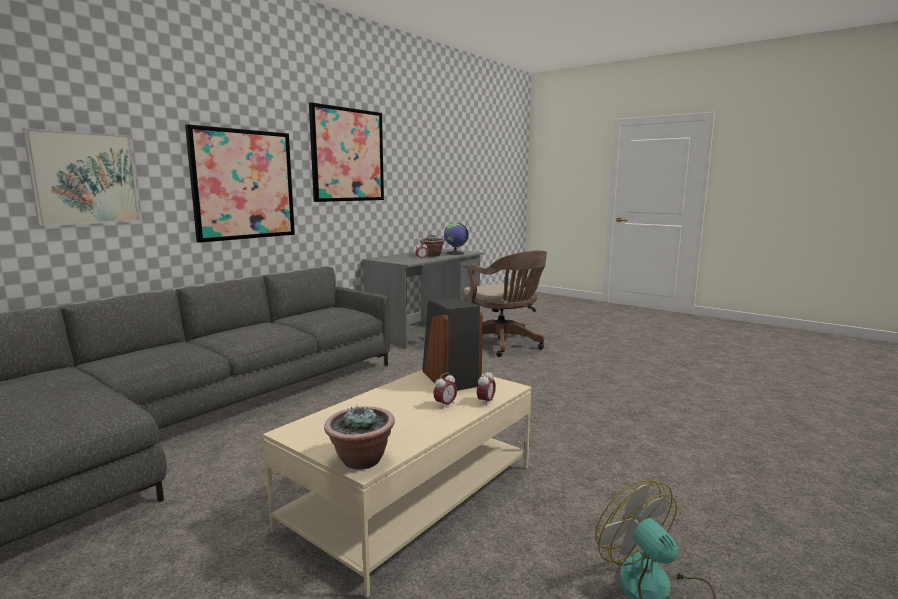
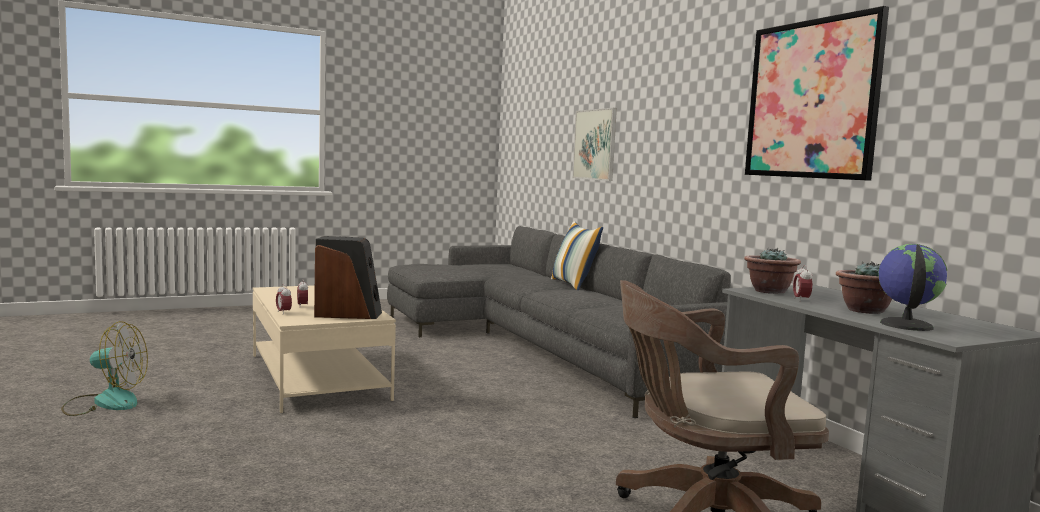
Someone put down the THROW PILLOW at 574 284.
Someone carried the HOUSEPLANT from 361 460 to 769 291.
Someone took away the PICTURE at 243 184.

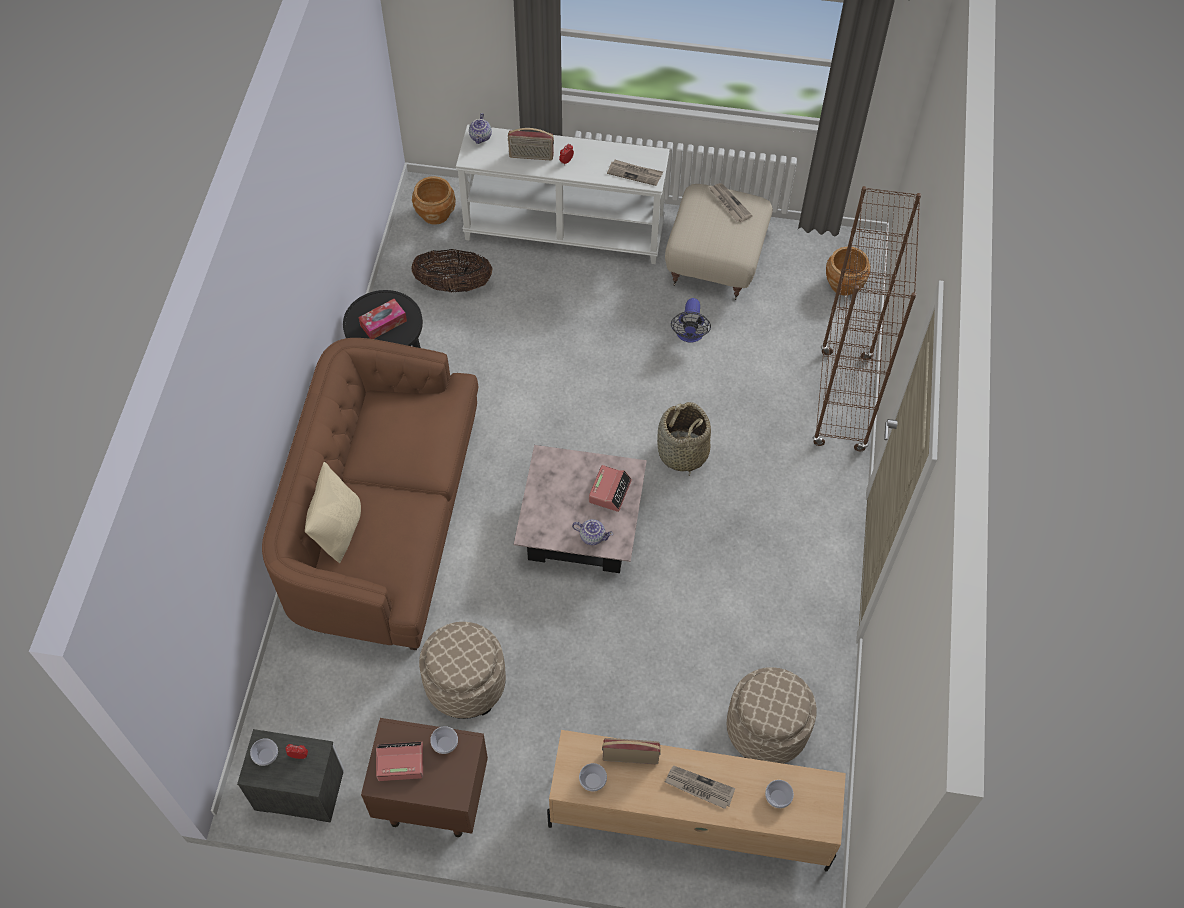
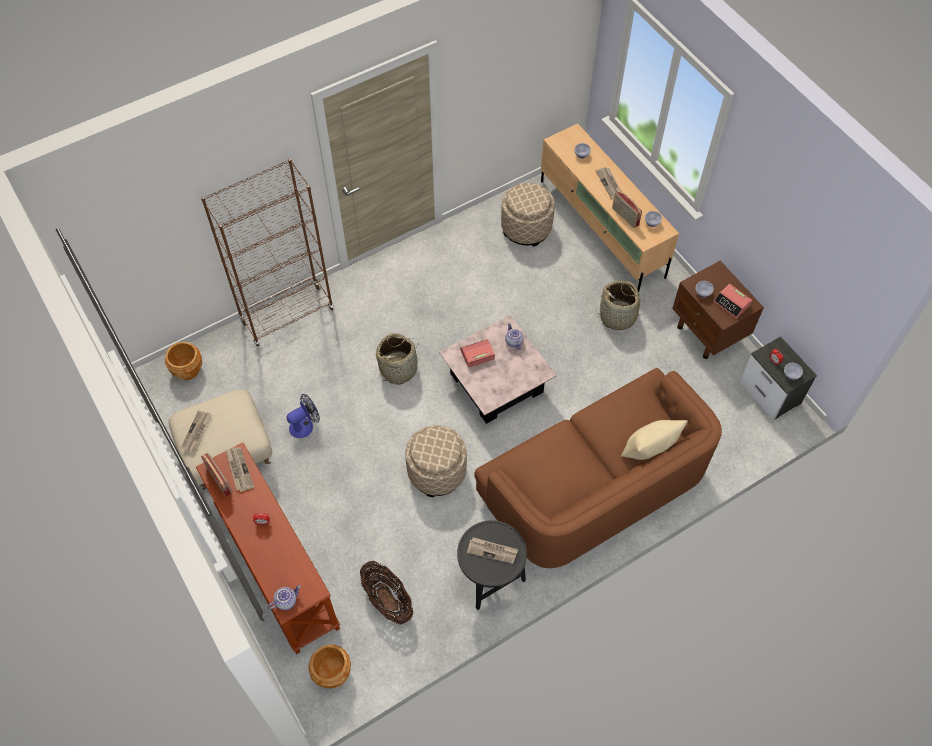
Someone repainted the WHITISH CONSOLE TABLE at 565 231, which became the BROWN CONSOLE TABLE at 276 567.
Someone carried the RADIO RECEIVER from 531 156 to 220 480.
Someone carried the BEIGE-COLOURED OTTOMAN from 465 683 to 437 472.
Someone swapped the TISSUE BOX at 383 323 for the DAILY PAPER at 492 551.
Someone put down the STORAGE BASKET at 618 317.

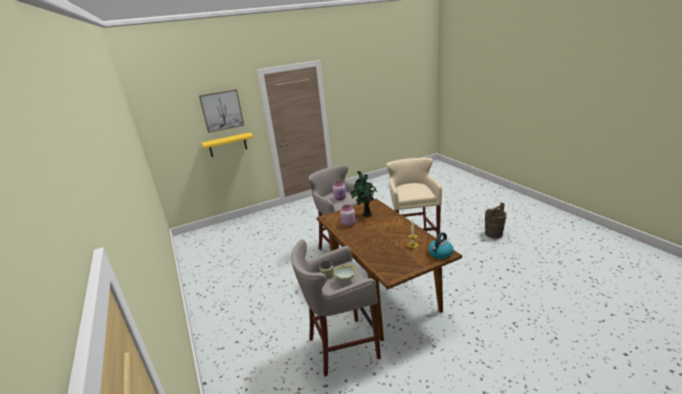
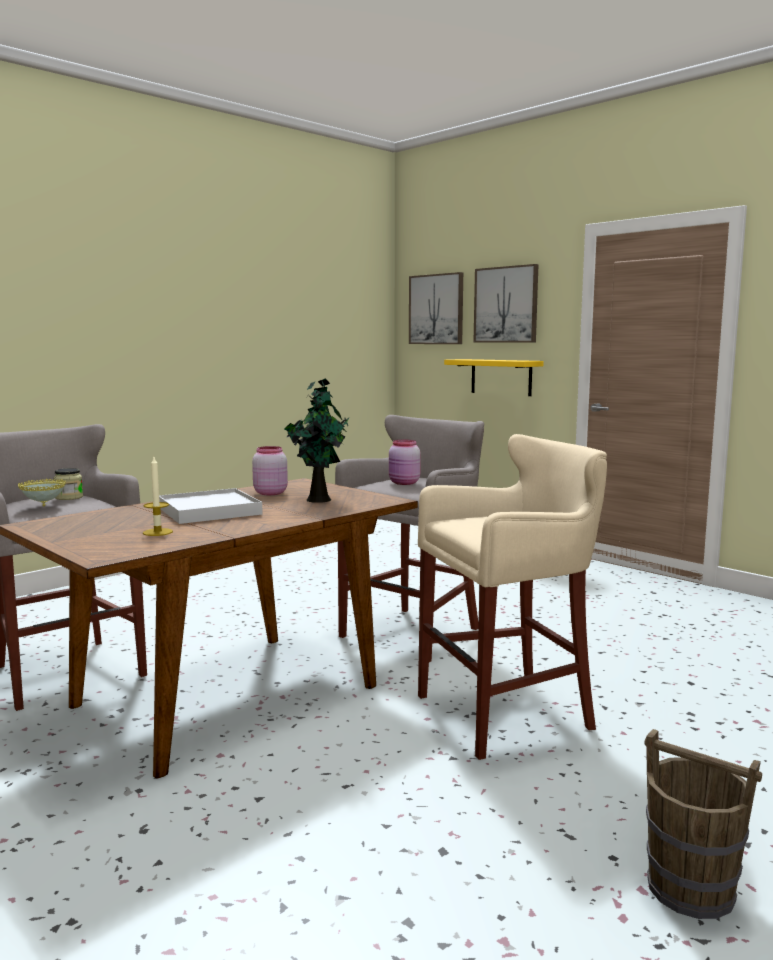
Someone put down the WHITISH TRAY at 209 511.
Someone put up the PICTURE at 436 309.
Someone took away the KETTLE at 440 254.

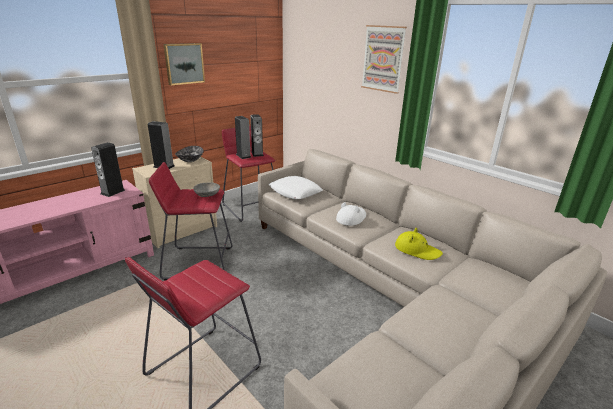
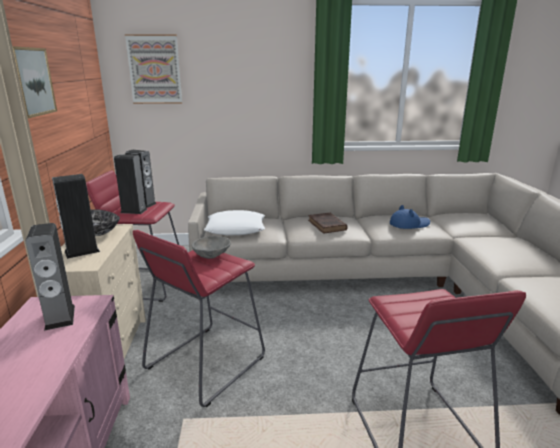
Someone carried the PICTURE from 383 59 to 154 69.
Someone swapped the WHITISH WEARABLE HAT at 351 218 for the BROWN BOUND BOOK at 327 225.
Someone repainted the YELLOW WEARABLE HAT at 417 250, which became the BLUE WEARABLE HAT at 409 224.

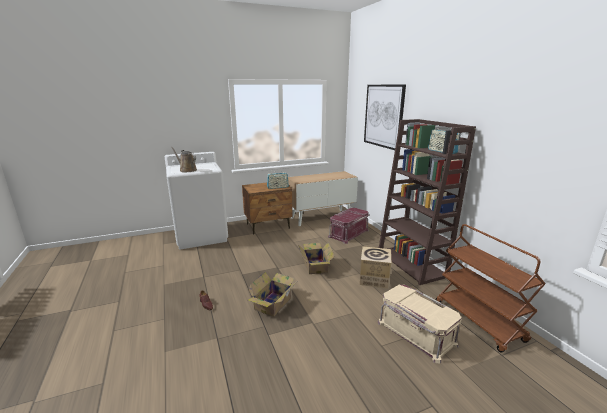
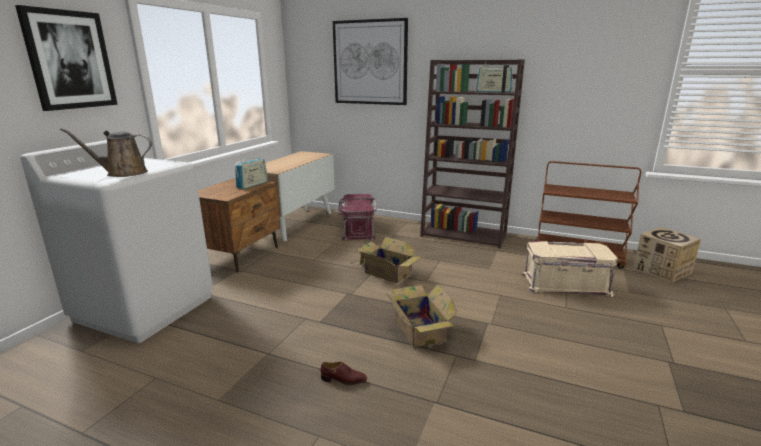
Someone put up the PICTURE at 70 60.
Someone carried the CARDBOARD BOX from 374 279 to 662 270.

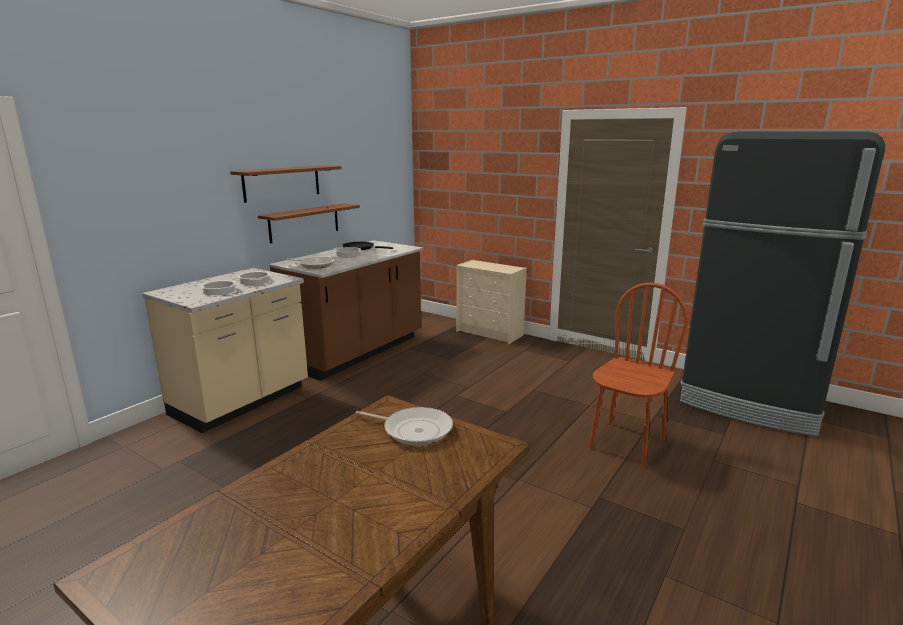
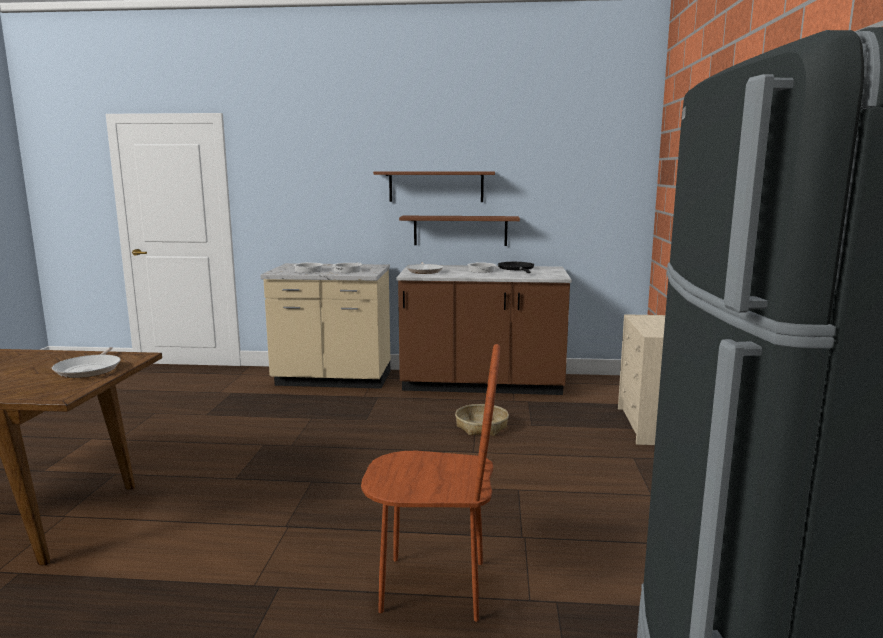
Someone put down the STORAGE BASKET at 481 427.

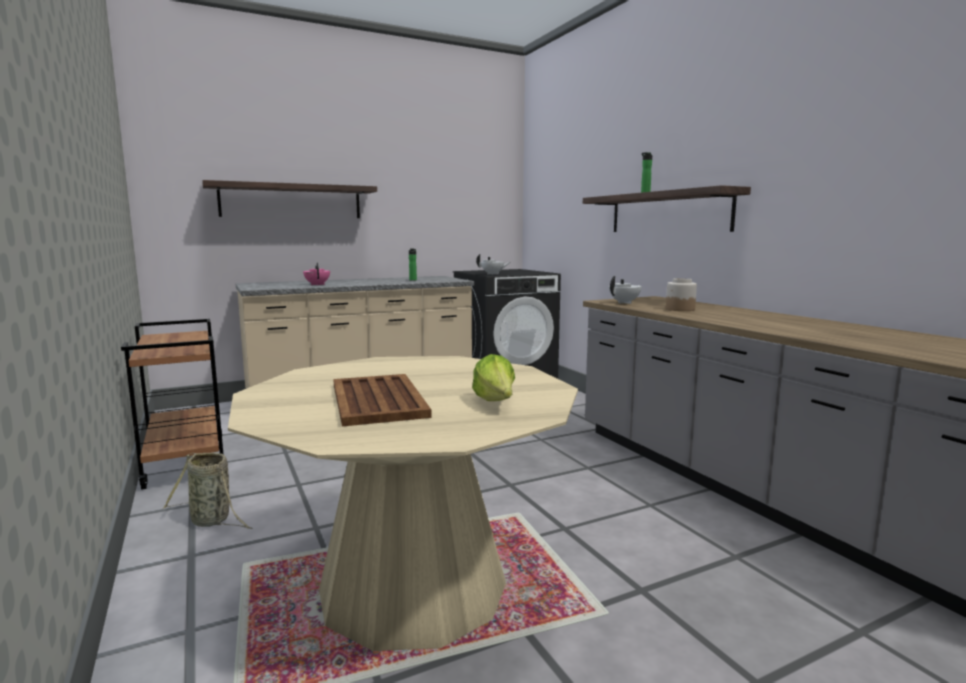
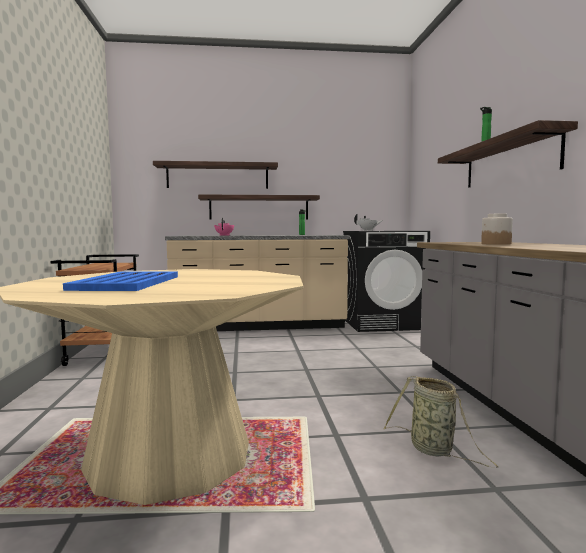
Someone repainted the BROWN TRAY at 377 400, which became the BLUE TRAY at 126 283.
Someone put up the BRACKET SHELF at 259 208.
Someone carried the STORAGE BASKET from 212 521 to 434 450.
Someone took away the LETTUCE at 496 403.
Someone took away the WHITISH TEAPOT at 625 302.

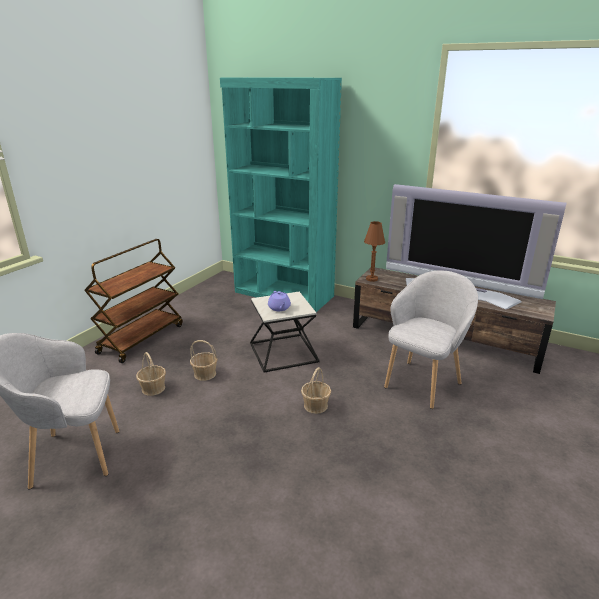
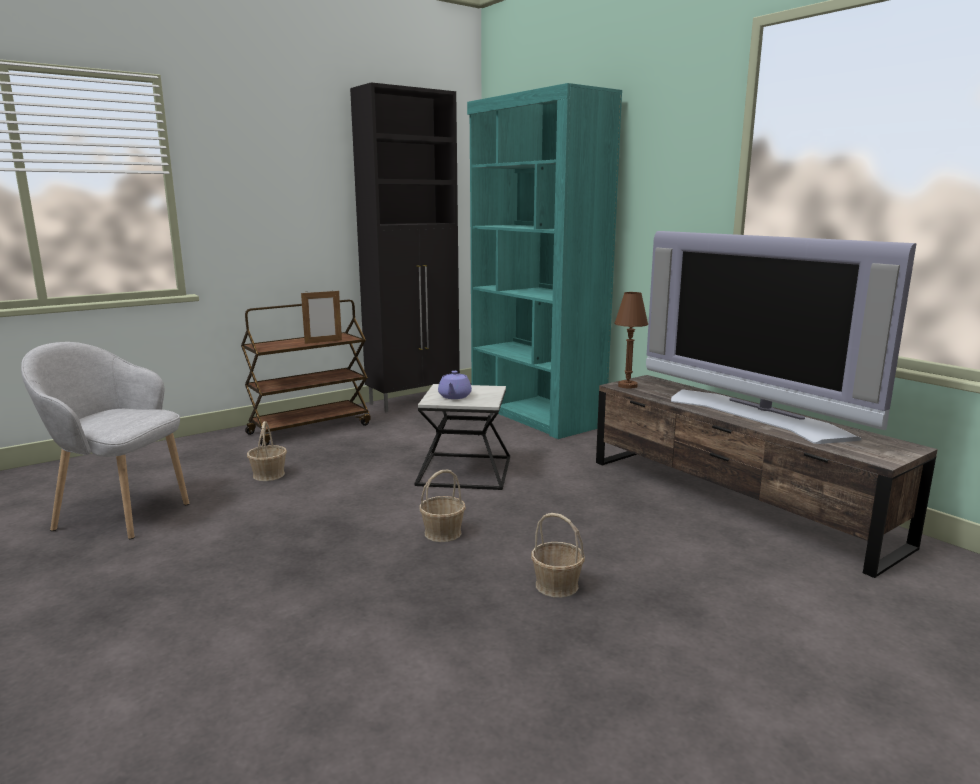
Someone put down the PHOTO FRAME at 323 342.
Someone put down the BLACK-COLOURED CUPBOARD at 414 401.
Someone carried the STORAGE BASKET from 205 374 to 557 586.
Someone took away the GREYISH ARMCHAIR at 423 383.

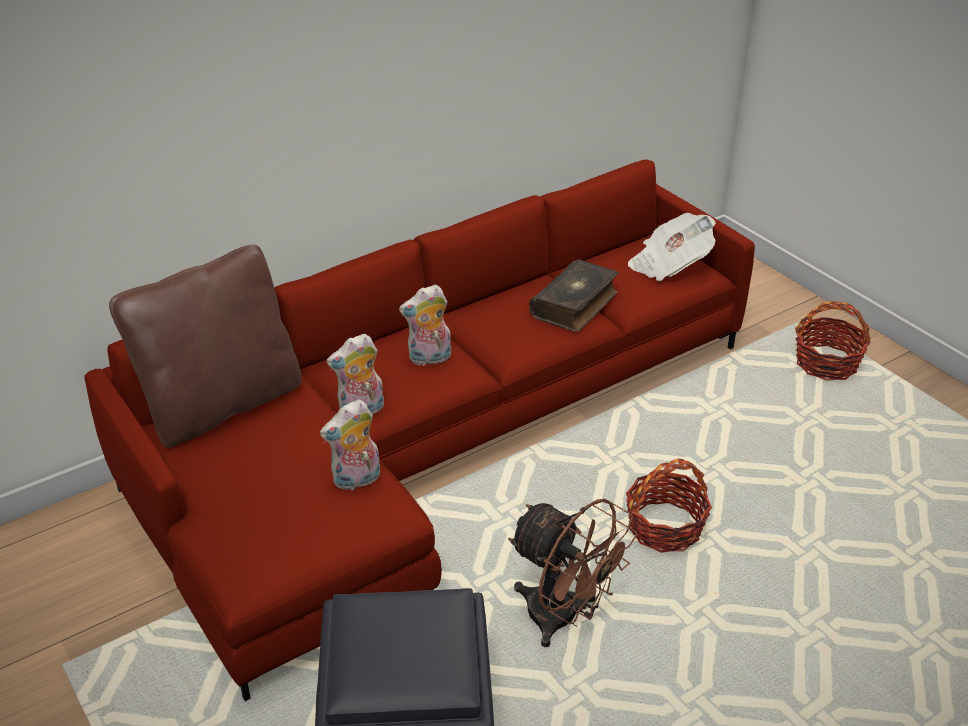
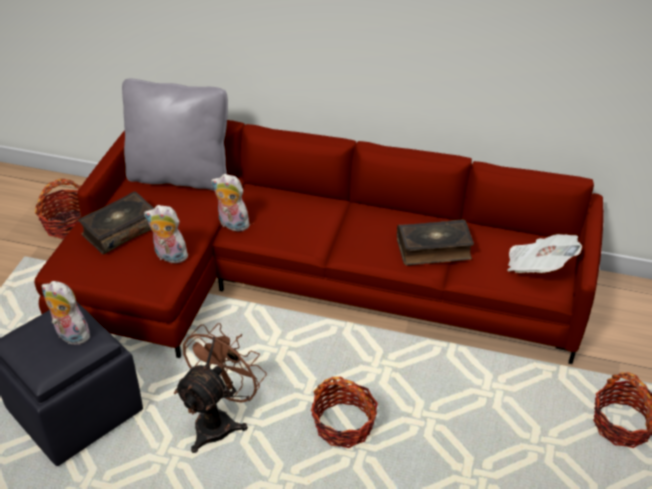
Someone put down the STORAGE BASKET at 67 224.
Someone carried the CUDDLY TOY from 429 359 to 70 335.
Someone put down the BOUND BOOK at 121 230.
Someone repainted the BROWN THROW PILLOW at 222 405, which became the GREYISH THROW PILLOW at 180 176.
Someone rotated the BROWN FAN at 564 619 by 150 degrees counterclockwise.

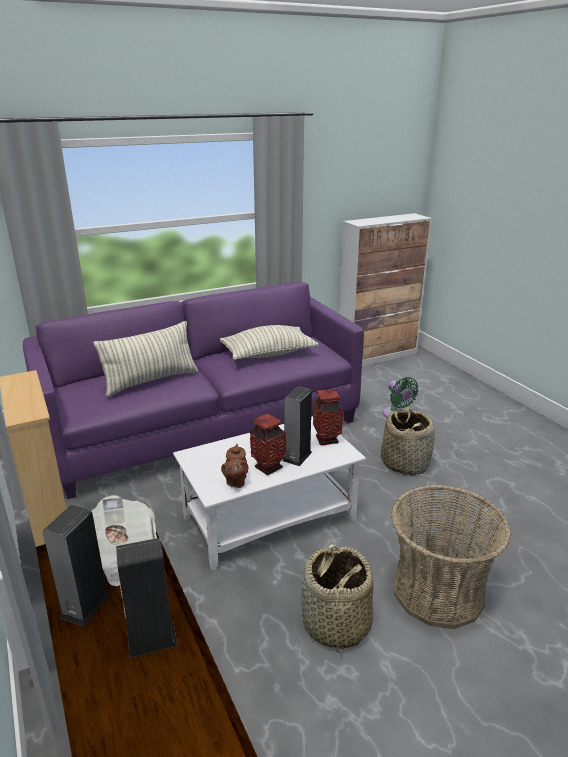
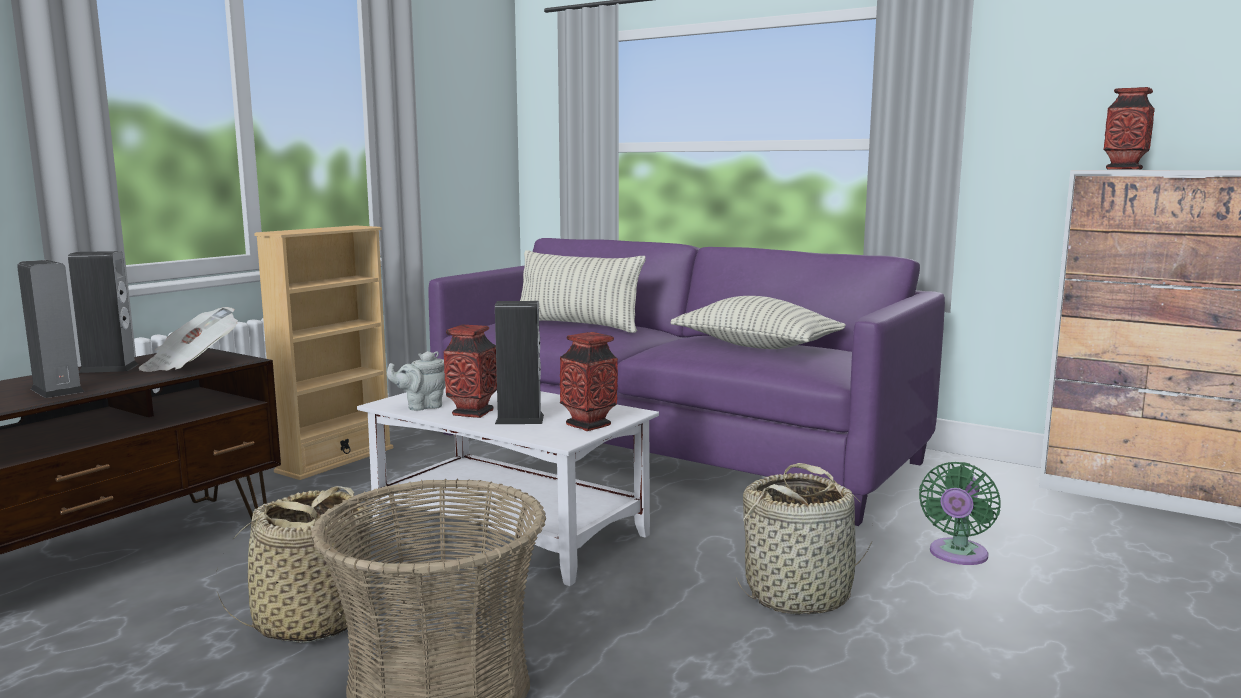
Someone repainted the BROWN TEAPOT at 235 482, which became the GREYISH TEAPOT at 421 406.
Someone put down the FLOWER VASE at 1124 169.

